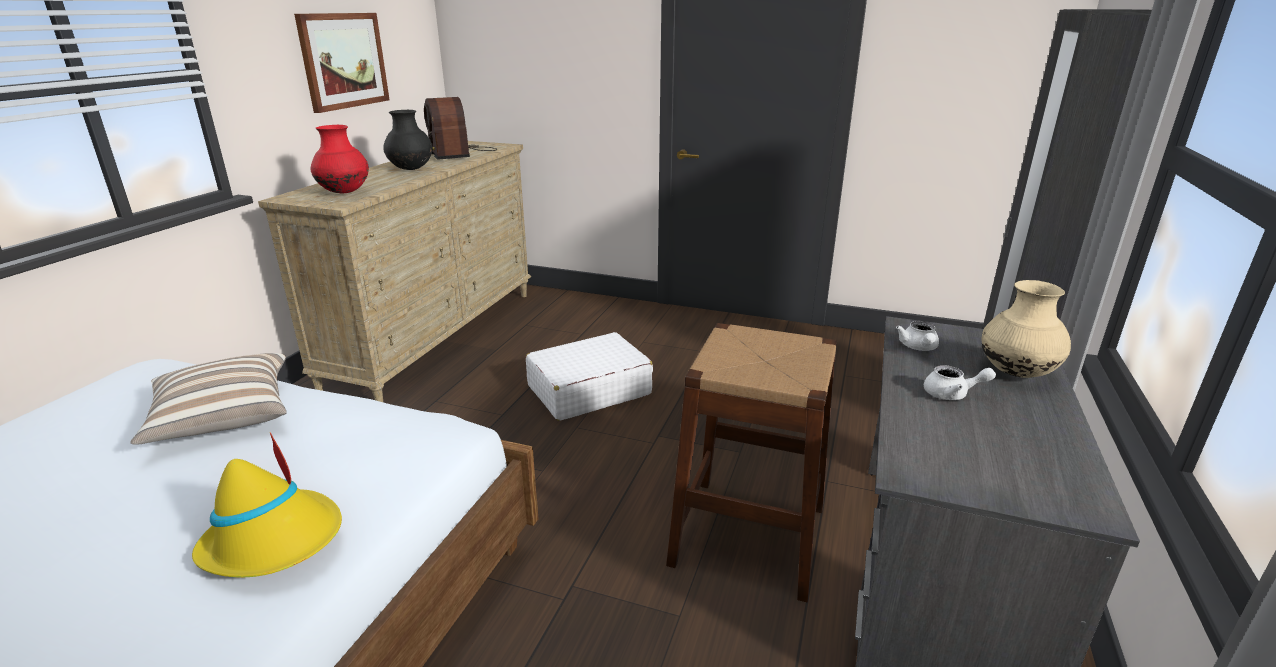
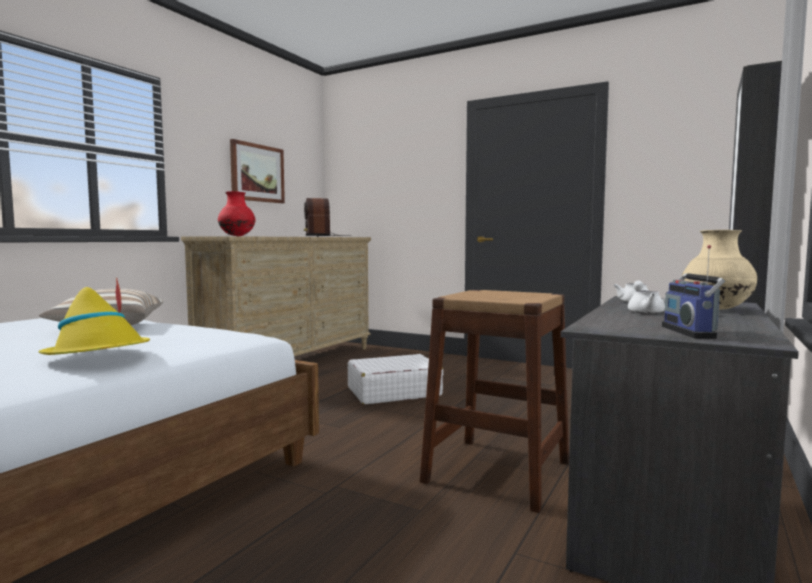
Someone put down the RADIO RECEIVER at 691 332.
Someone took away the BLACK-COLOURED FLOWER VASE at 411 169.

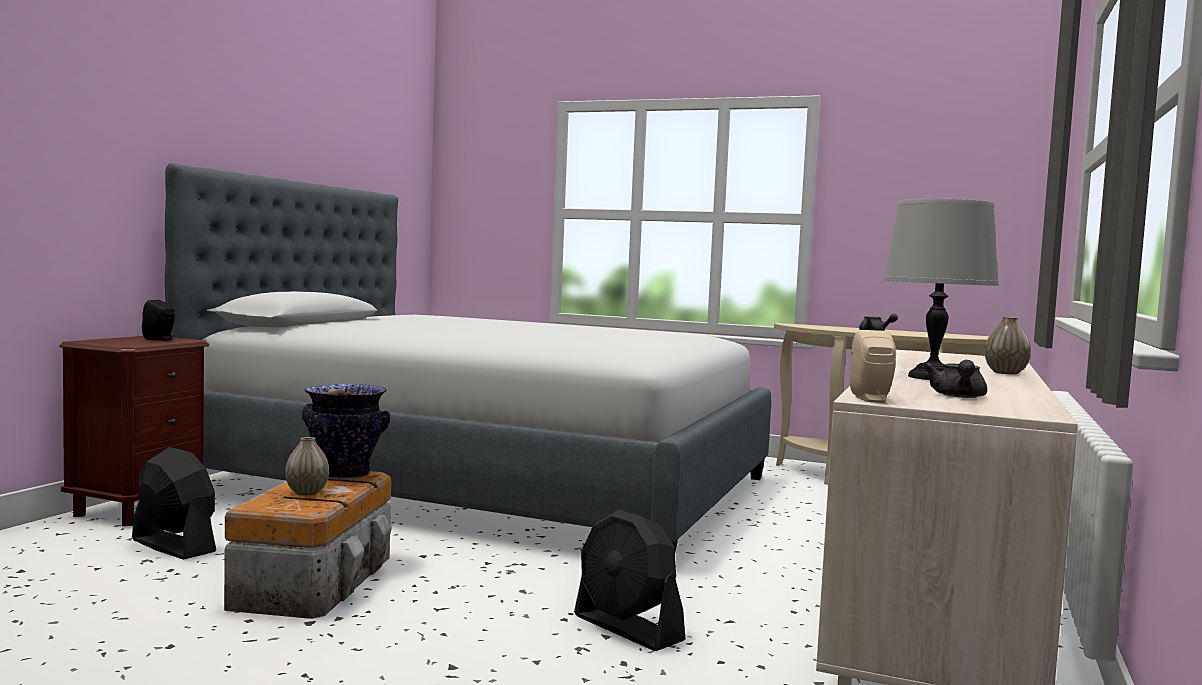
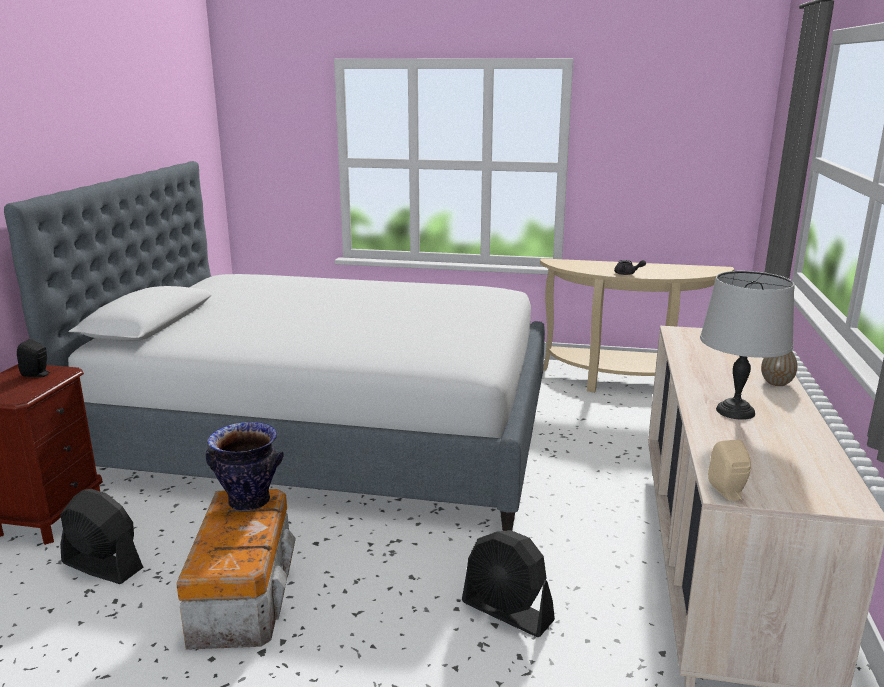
Someone took away the FLOWER VASE at 307 492.
Someone took away the GREYISH TEAPOT at 958 396.

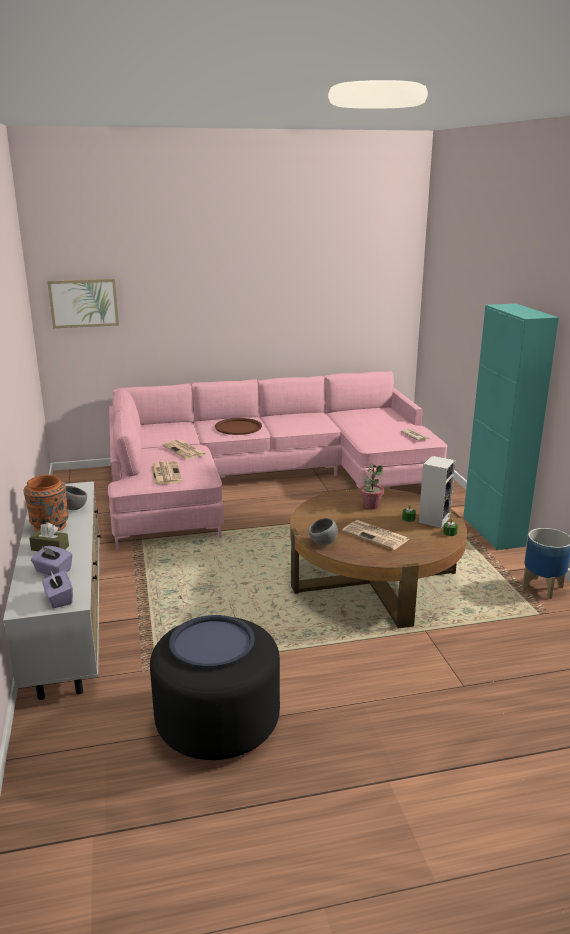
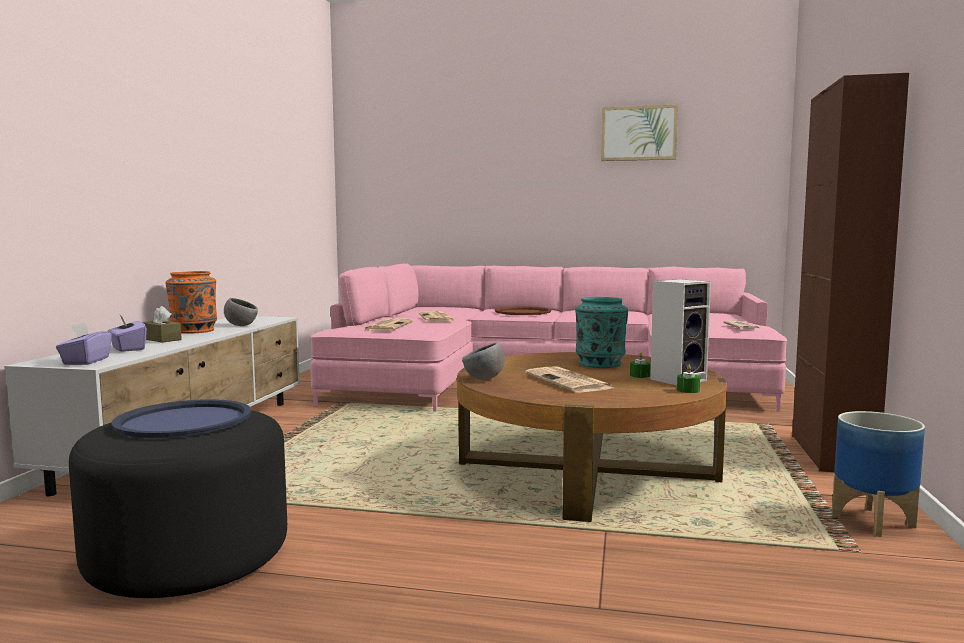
Someone swapped the HOUSEPLANT at 371 506 for the TURQUOISE FLOWER VASE at 600 364.
Someone carried the PICTURE from 84 303 to 638 133.
Someone repainted the TURQUOISE CUPBOARD at 493 532, which became the BROWN CUPBOARD at 831 454.

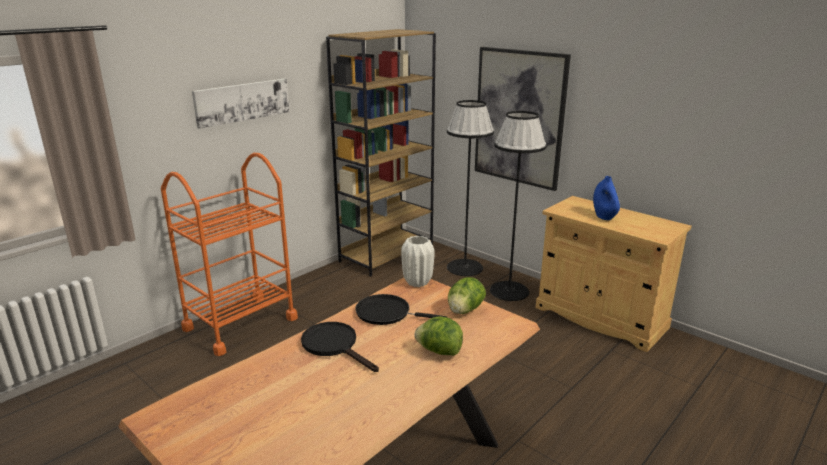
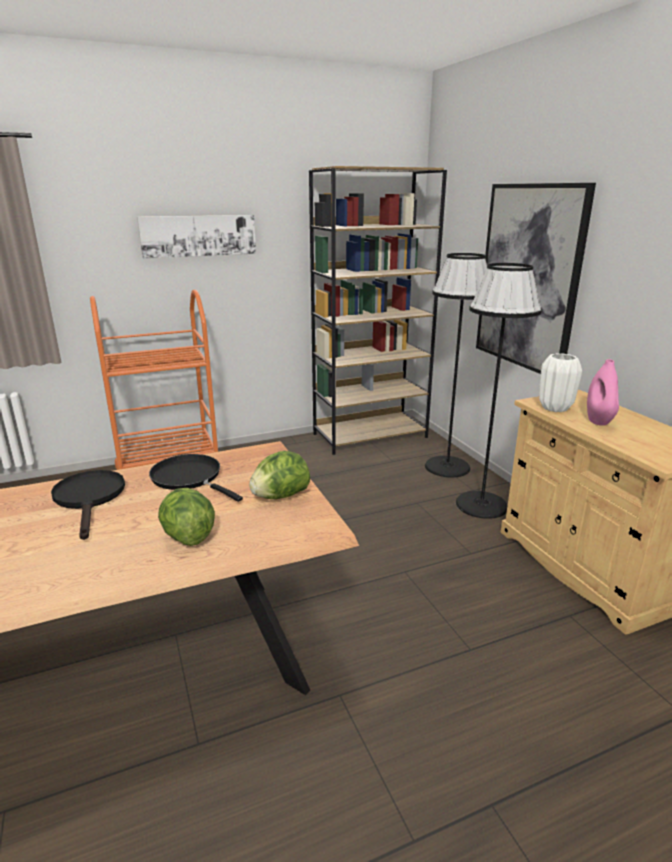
Someone carried the WHITISH FLOWER VASE from 417 282 to 555 408.
Someone repainted the BLUE FLOWER VASE at 604 217, which became the PINK-COLOURED FLOWER VASE at 599 420.

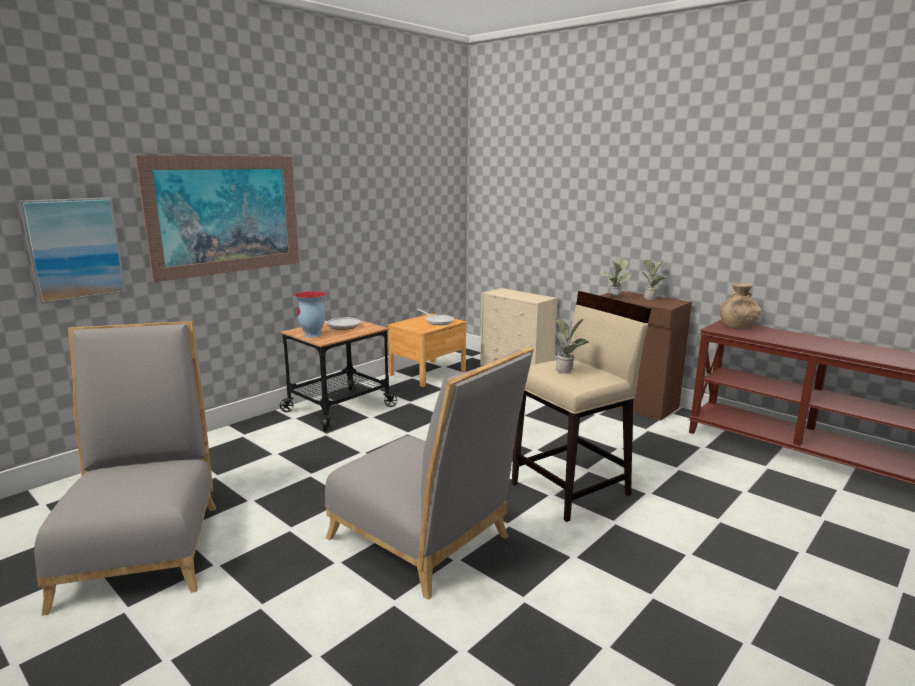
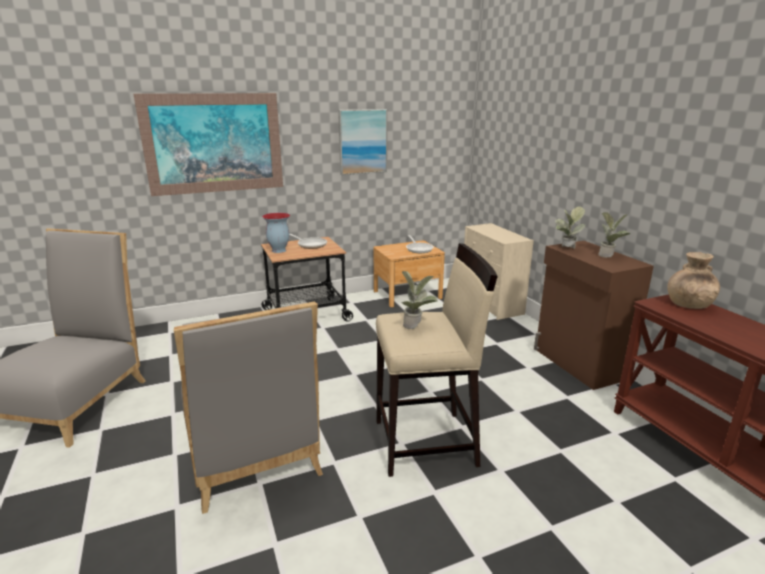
Someone carried the PICTURE from 74 248 to 362 141.

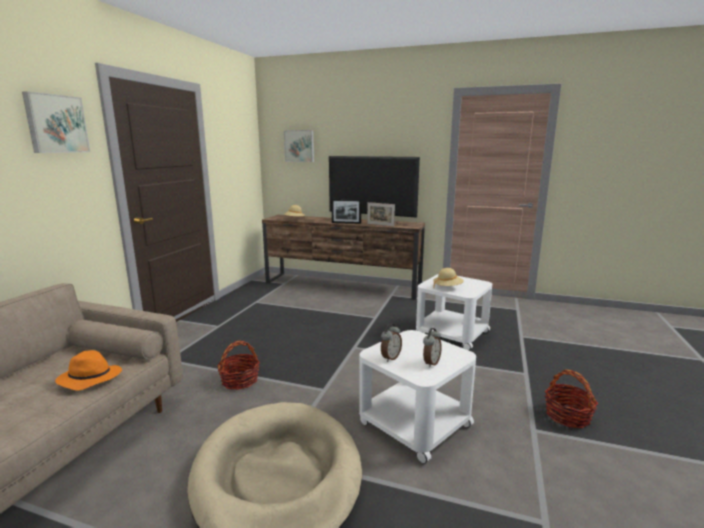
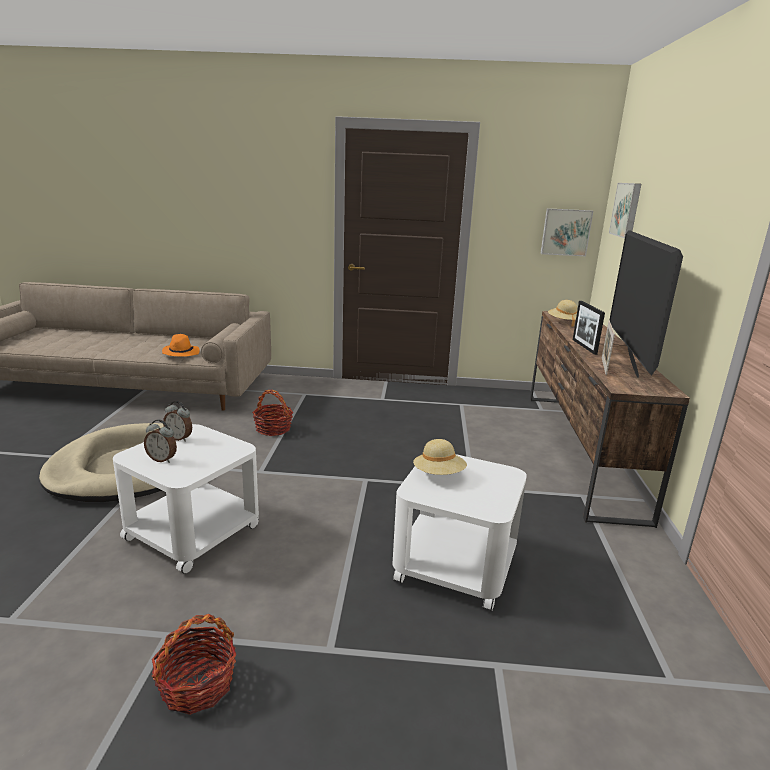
Someone carried the PICTURE from 56 124 to 565 232.

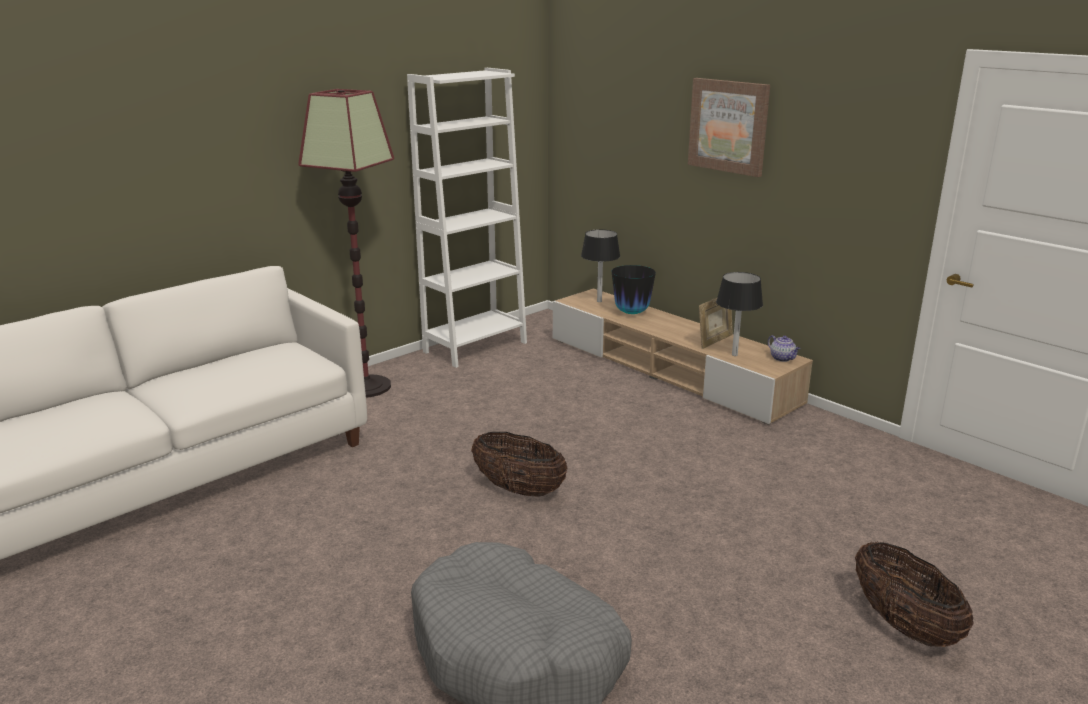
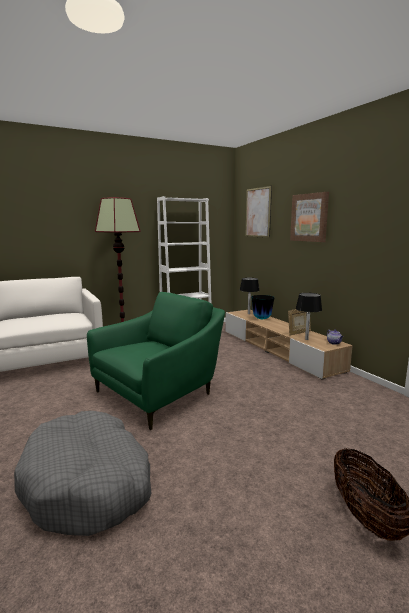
Someone swapped the STORAGE BASKET at 519 489 for the GREEN ARMCHAIR at 160 394.
Someone put up the PICTURE at 258 212.

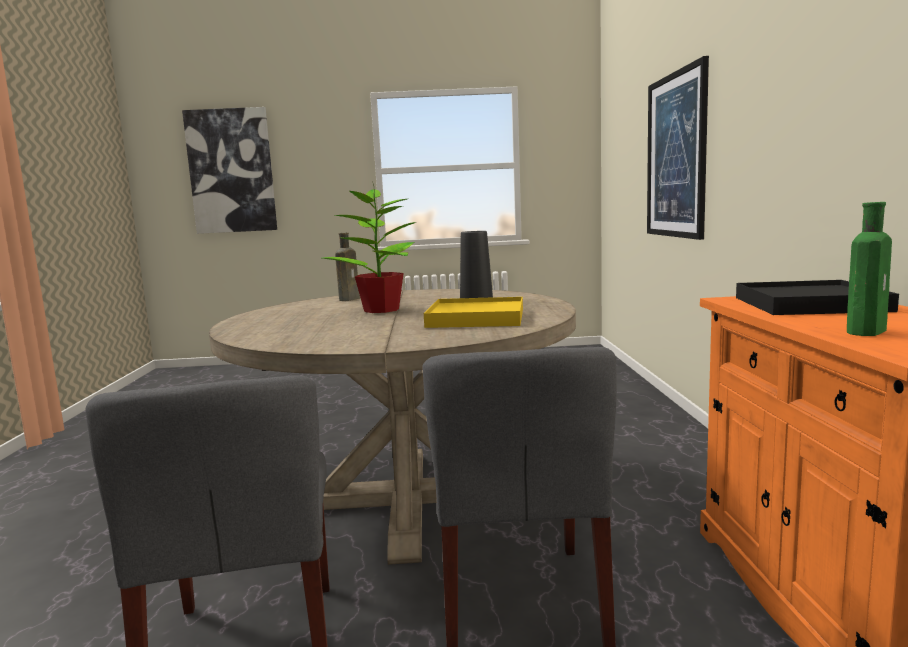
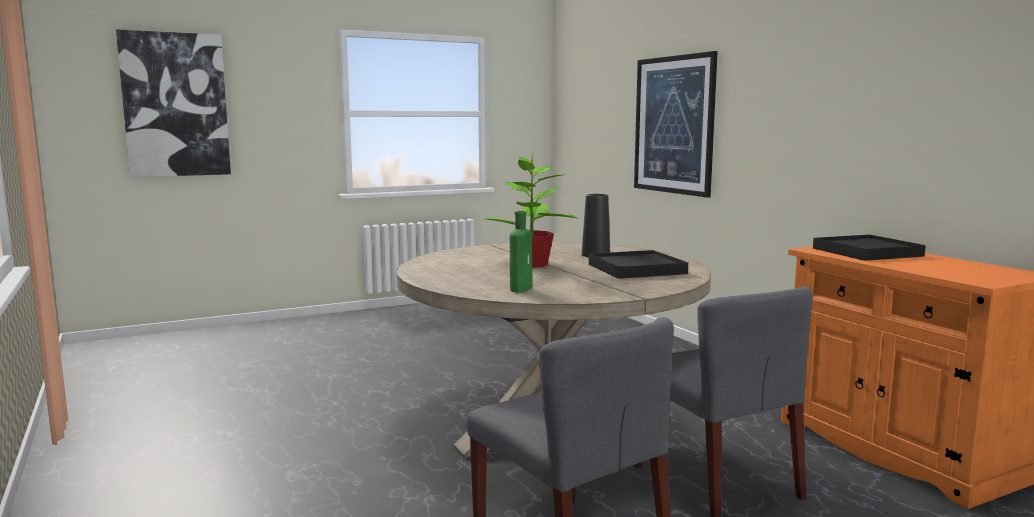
Someone carried the GREEN BEVERAGE BOTTLE from 867 331 to 521 289.
Someone repainted the YELLOW TRAY at 476 318, which became the BLACK-COLOURED TRAY at 636 269.
Someone took away the BROWN BEVERAGE BOTTLE at 350 299.

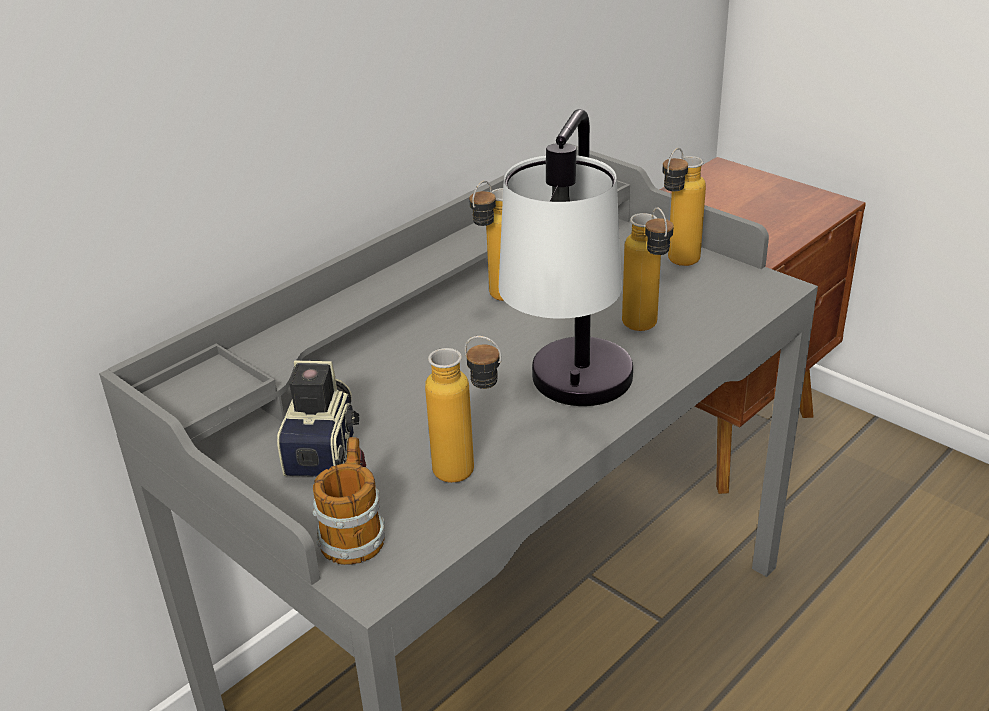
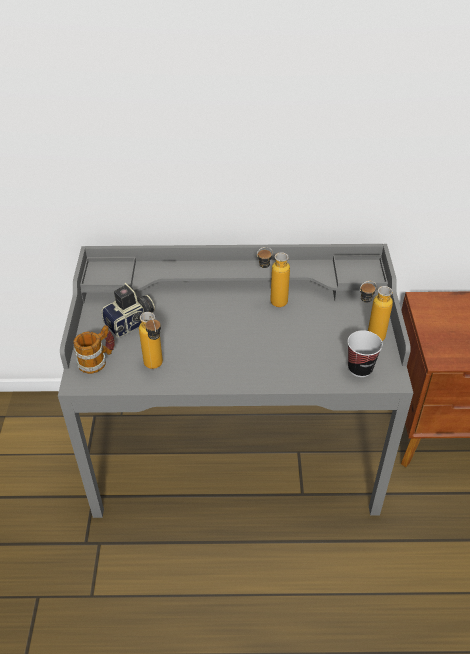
Someone put down the DRINKING CUP at 360 368.
Someone took away the LAMP FOR A TABLE at 573 406.
Someone took away the BEVERAGE BOTTLE at 645 330.

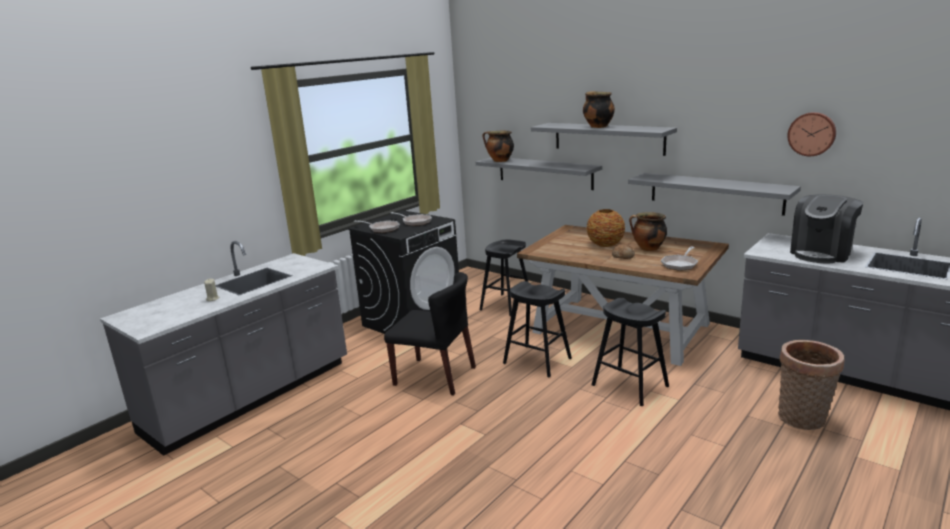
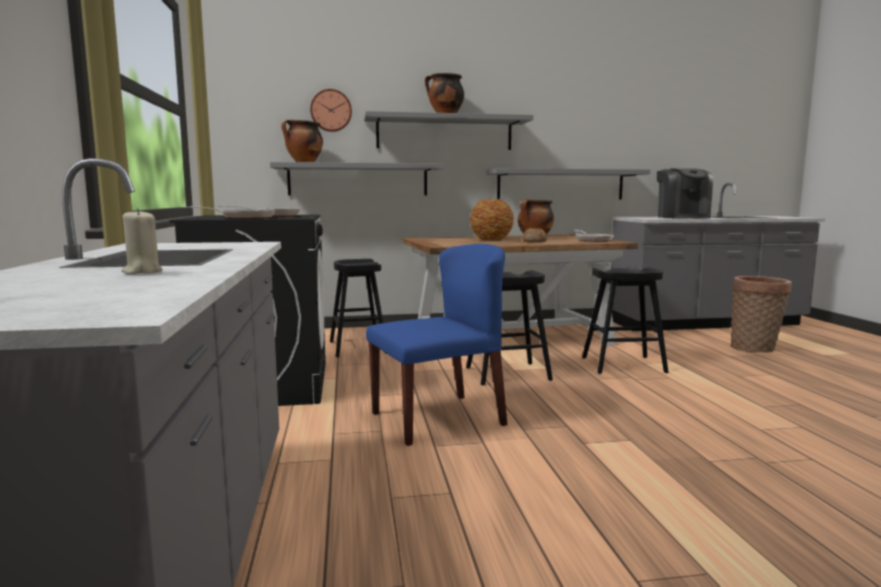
Someone carried the CLOCK ON THE WALL from 812 134 to 331 110.
Someone repainted the BLACK-COLOURED UPRIGHT CHAIR at 435 376, which became the BLUE UPRIGHT CHAIR at 438 418.

